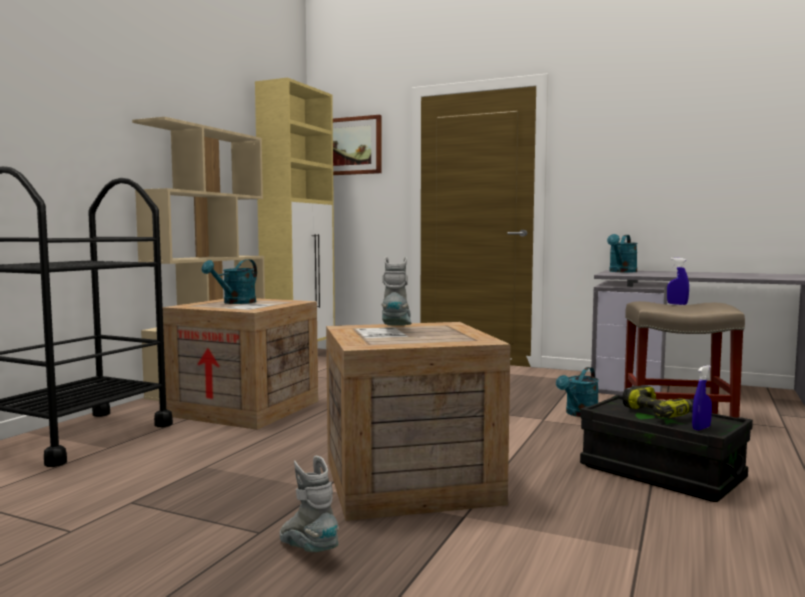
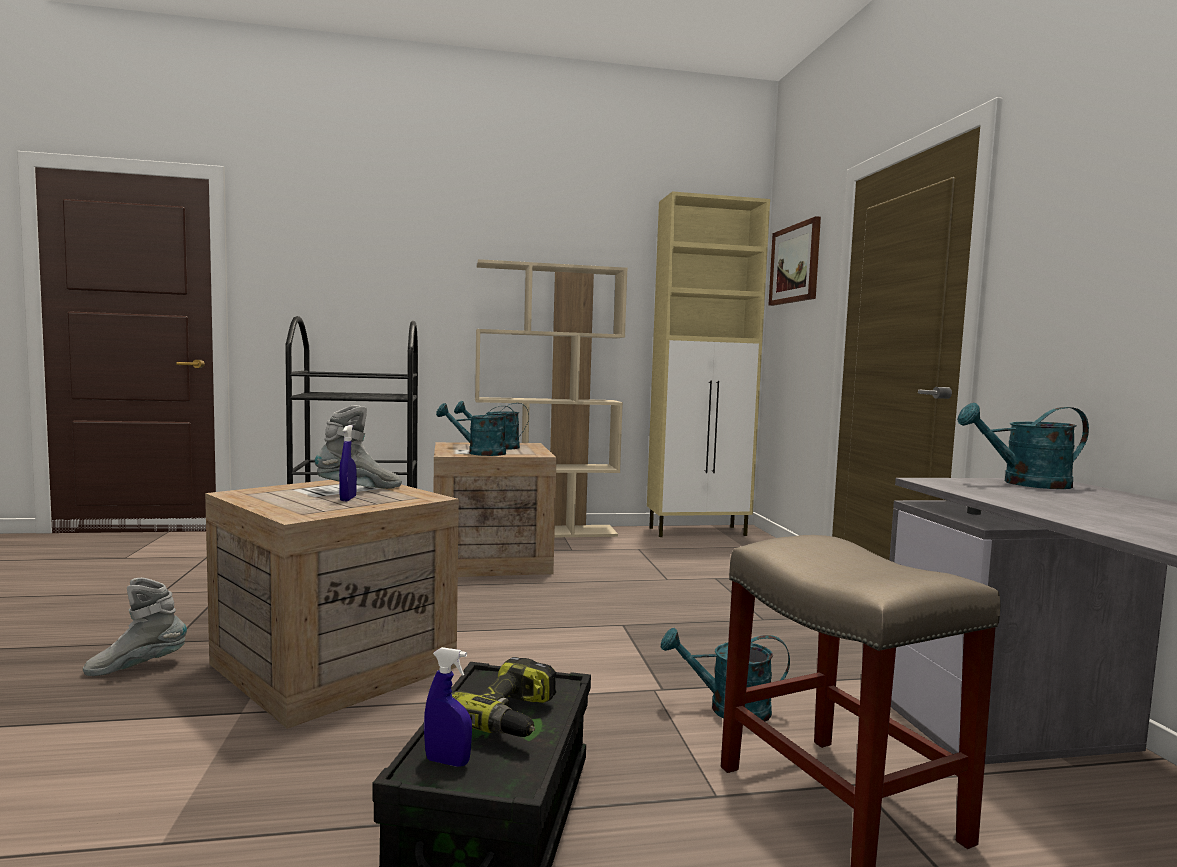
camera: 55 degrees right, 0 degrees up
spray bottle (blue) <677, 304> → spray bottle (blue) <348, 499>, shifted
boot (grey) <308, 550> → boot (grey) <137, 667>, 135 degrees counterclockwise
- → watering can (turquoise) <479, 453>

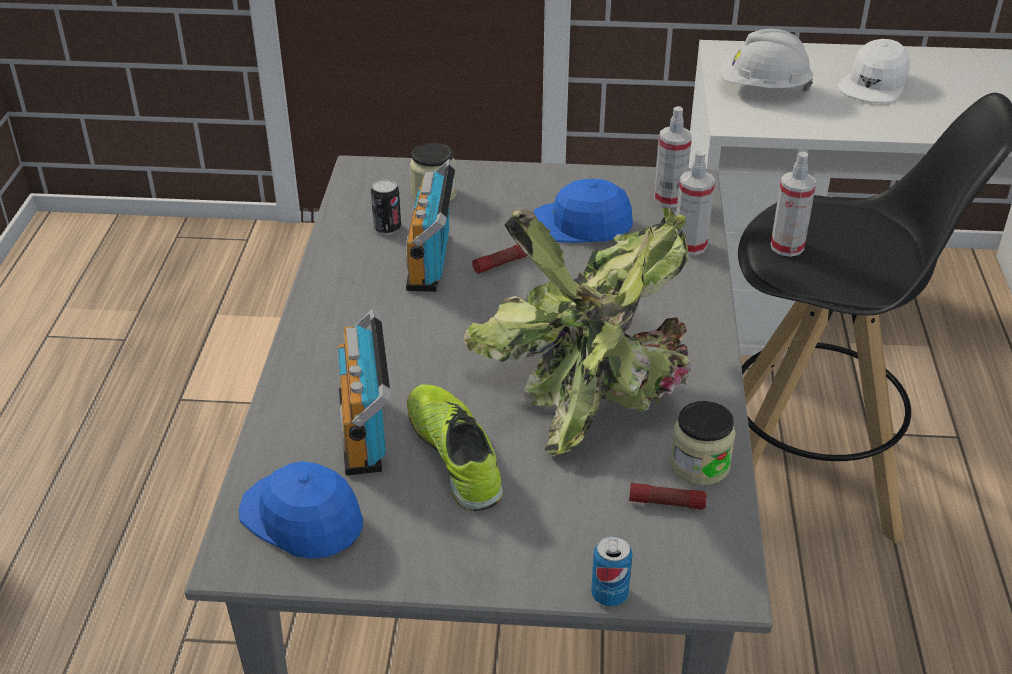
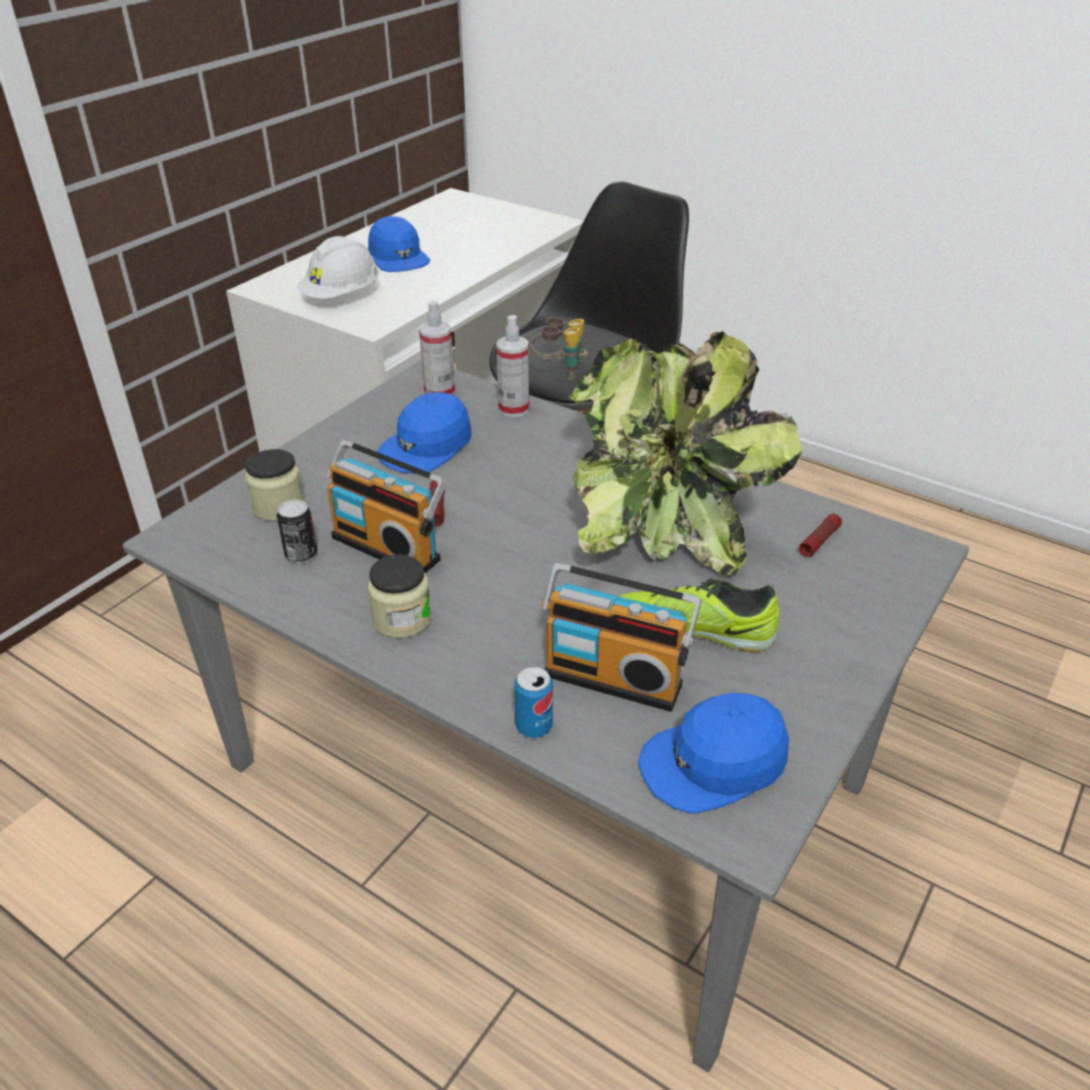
camera: 60 degrees left, 0 degrees up
cap (white) <874, 84> → cap (blue) <397, 257>
spray bottle <787, 247> → binoculars <559, 371>
jar <700, 465> → jar <402, 619>, shifted
can <609, 594> → can <534, 726>, shifted

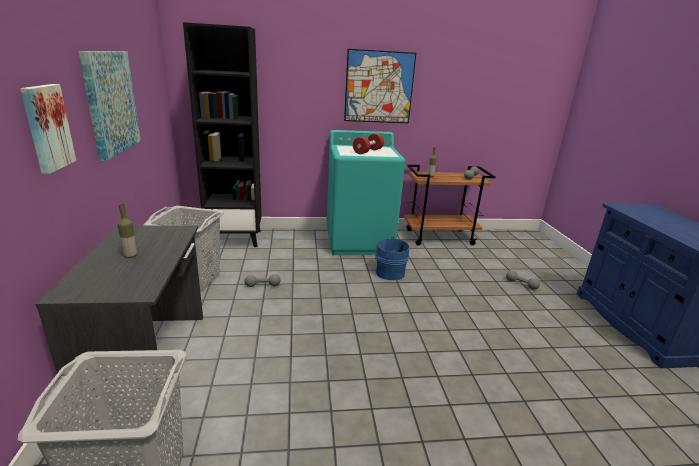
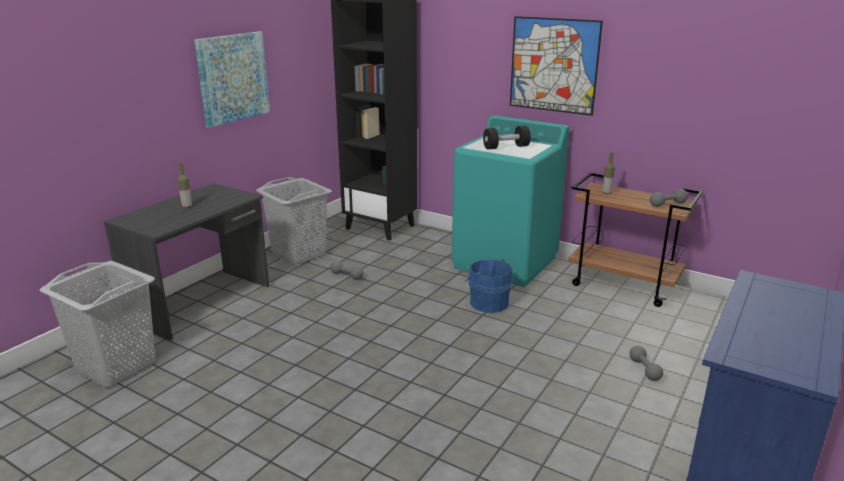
camera: 40 degrees right, 0 degrees up
picture <46, 127> → -
dumbbell (red) <368, 151> → dumbbell (black) <506, 147>

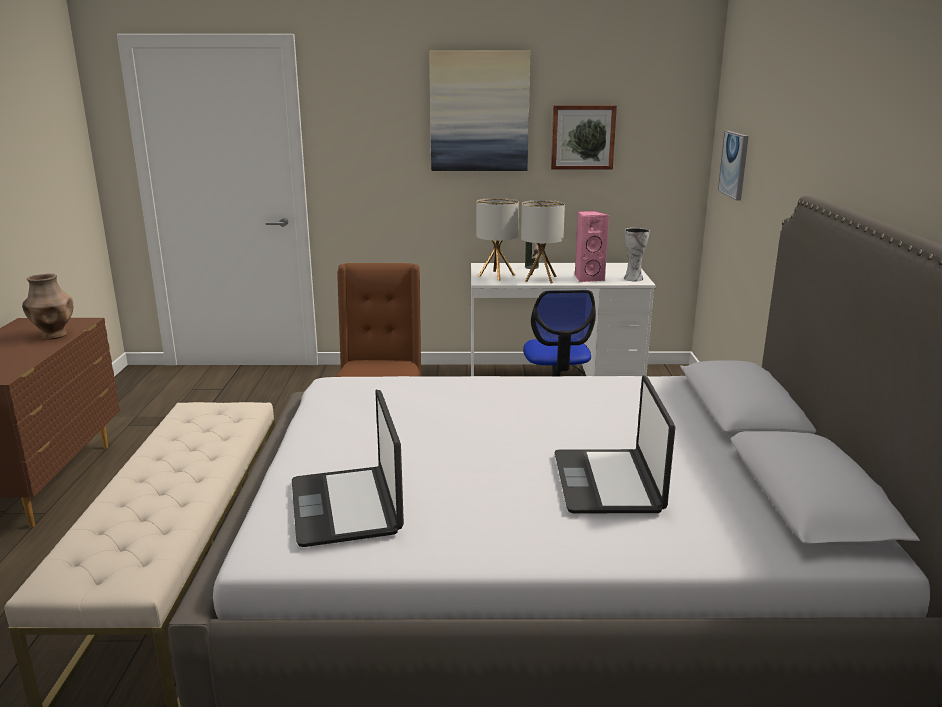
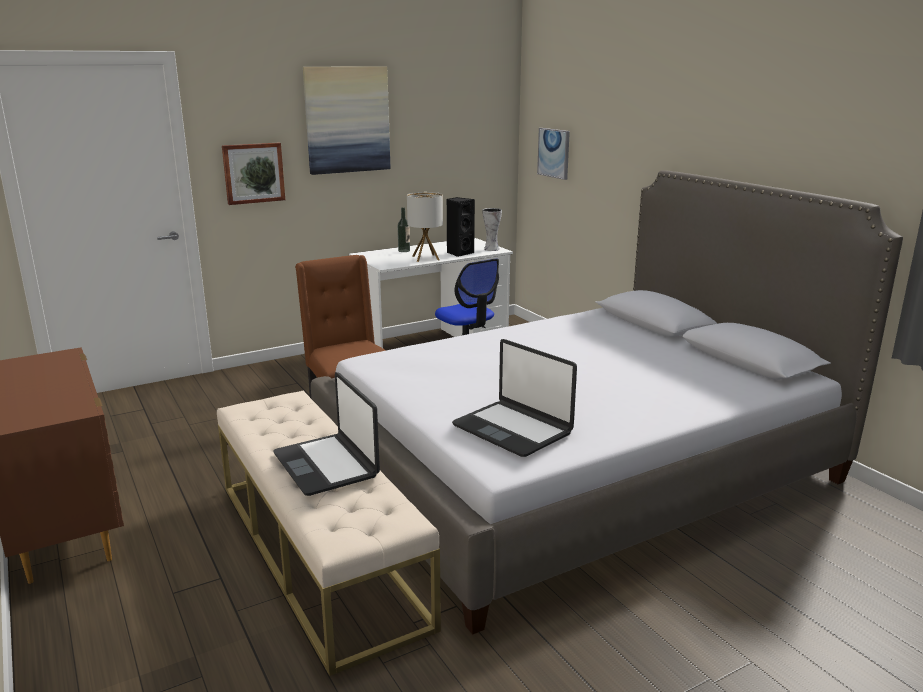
camera: 30 degrees left, 0 degrees up
picture <582, 137> → picture <253, 173>, shifted
table lamp <496, 275> → -
speaker (pink) <588, 278> → speaker (black) <459, 253>
vase (brown) <54, 336> → -
laptop <608, 483> → laptop <327, 465>, shifted

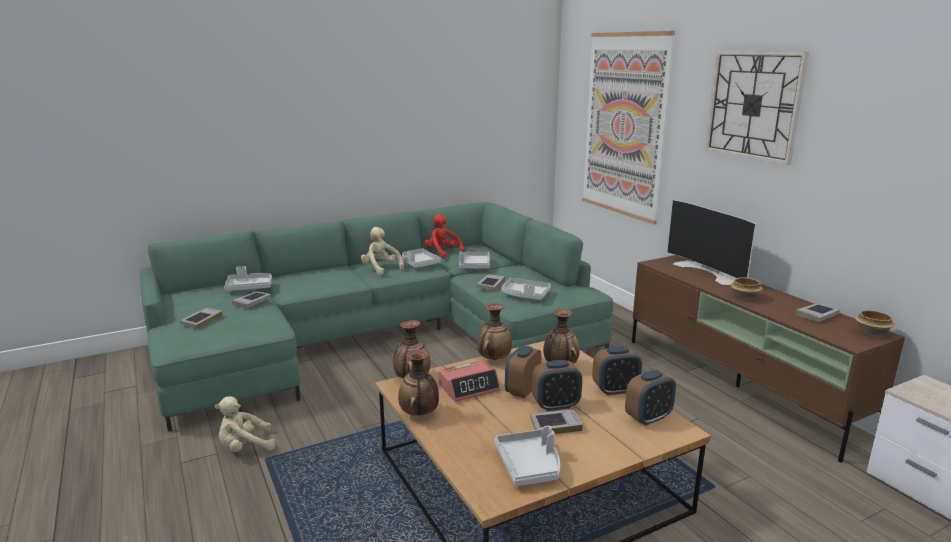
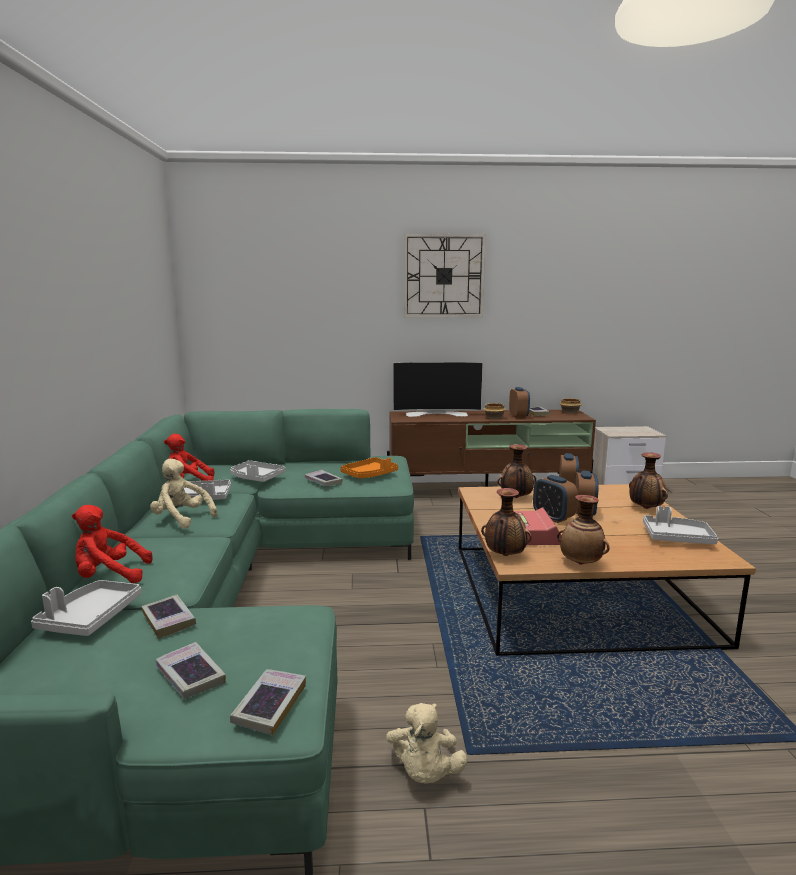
camera: 65 degrees left, 5 degrees down
picture <624, 125> → -
plush toy (beige) <381, 269> → plush toy (beige) <182, 519>, 45 degrees clockwise
tray (grey) <525, 295> → tray (orange) <370, 475>
vase <494, 359> → vase <645, 508>, shifted
alarm clock <648, 417> → alarm clock <518, 416>, shifted
book <555, 425> → book <269, 705>, shifted
- → plush toy (red) <109, 576>

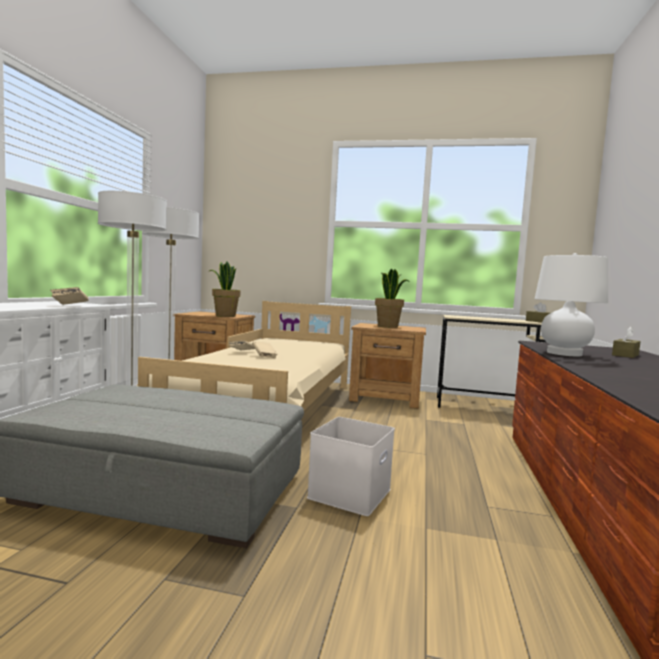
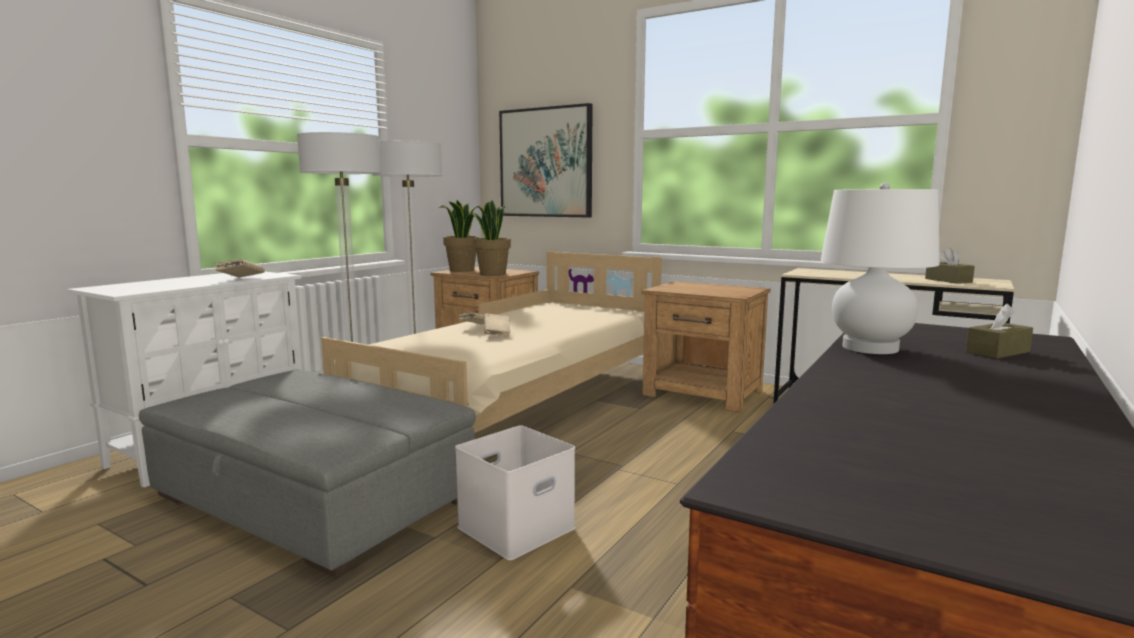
camera: 20 degrees right, 5 degrees up
potted plant <388, 326> → potted plant <462, 270>, shifted
- → picture <546, 163>

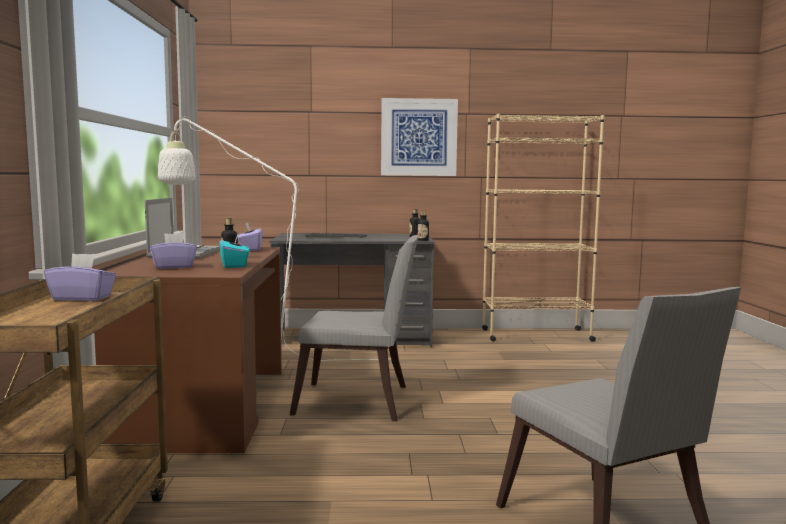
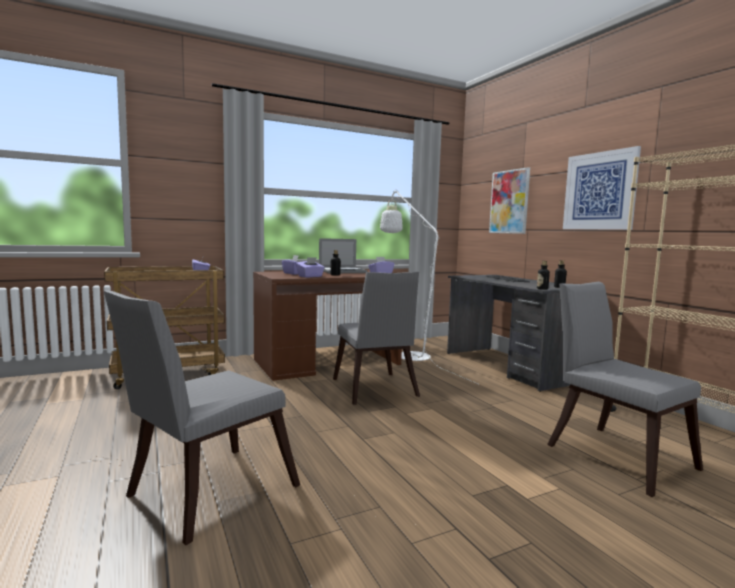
camera: 65 degrees right, 0 degrees up
tissue box (turquoise) <234, 265> → tissue box (purple) <310, 276>
- → picture <509, 202>
- → chair (grey) <613, 453>

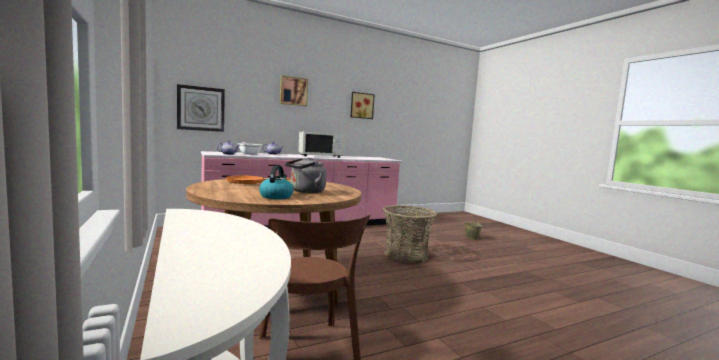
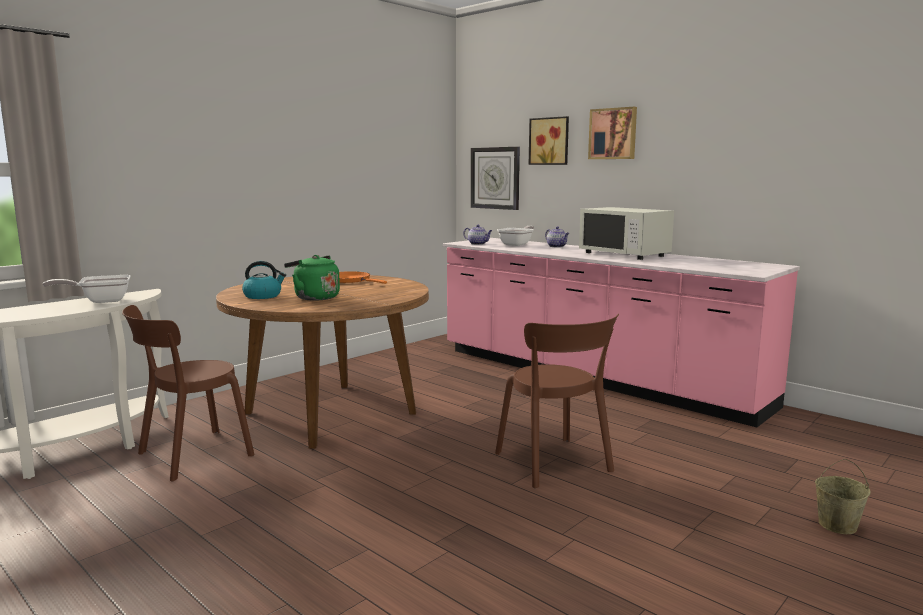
camera: 70 degrees right, 5 degrees up
picture <361, 105> → picture <550, 141>, shifted
kettle (grey) <306, 191> → kettle (green) <314, 297>
basket <406, 255> → chair (brown) <555, 464>
- → frying pan <101, 301>

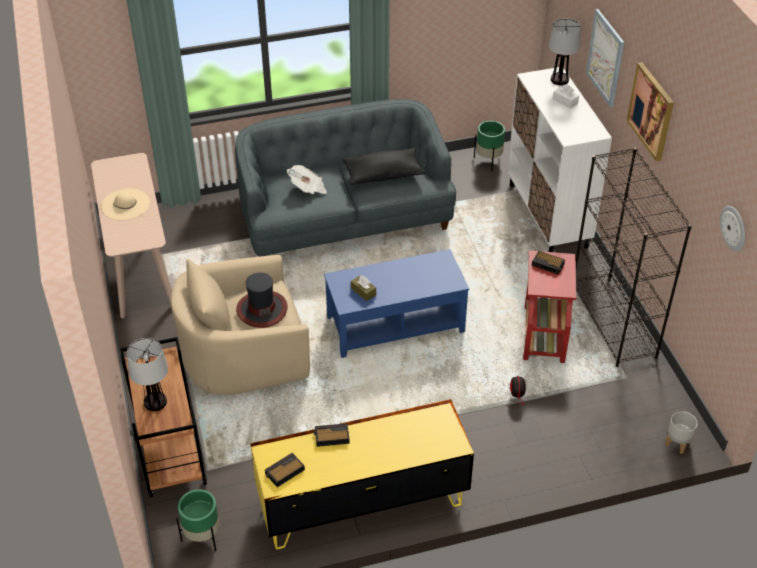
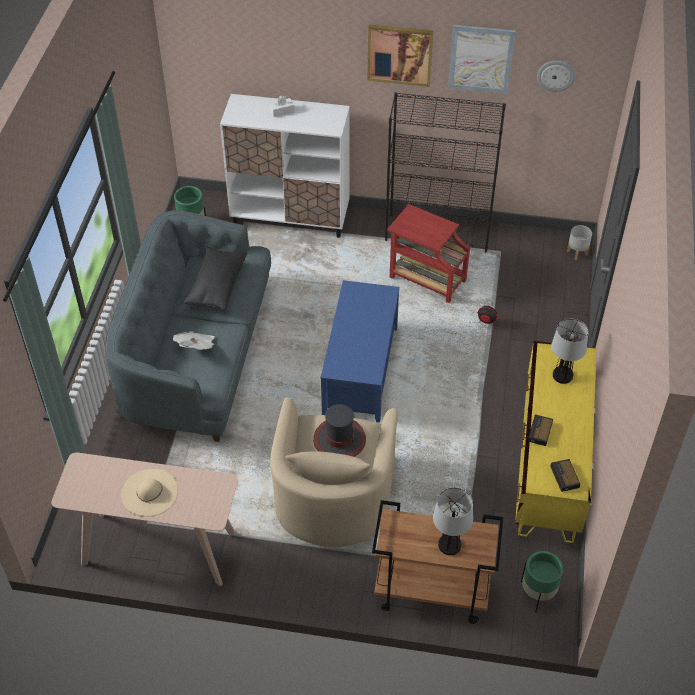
camera: 65 degrees left, 5 degrees up
picture <605, 58> → picture <481, 59>, shifted
table lamp <559, 80> → table lamp <562, 376>, shifted
alarm clock <548, 265> → -
tissue box (brown) <363, 291> → -

